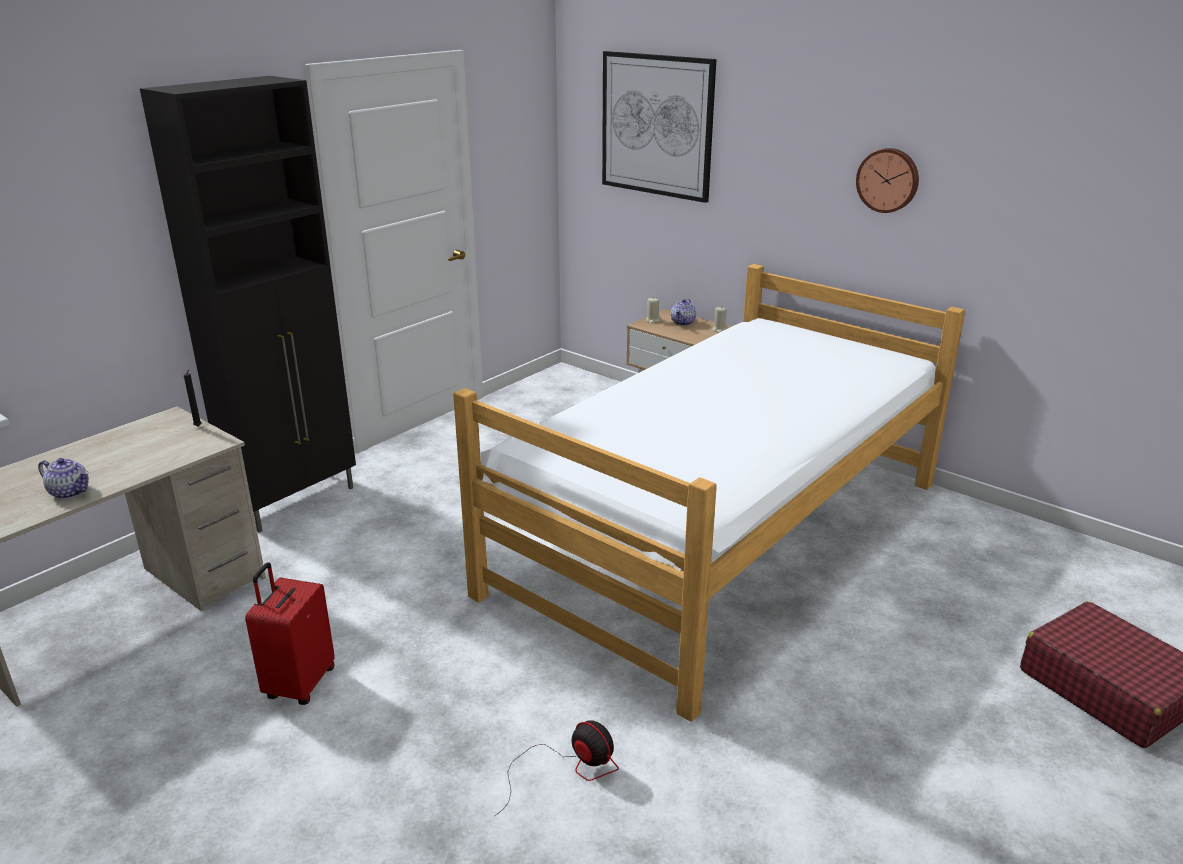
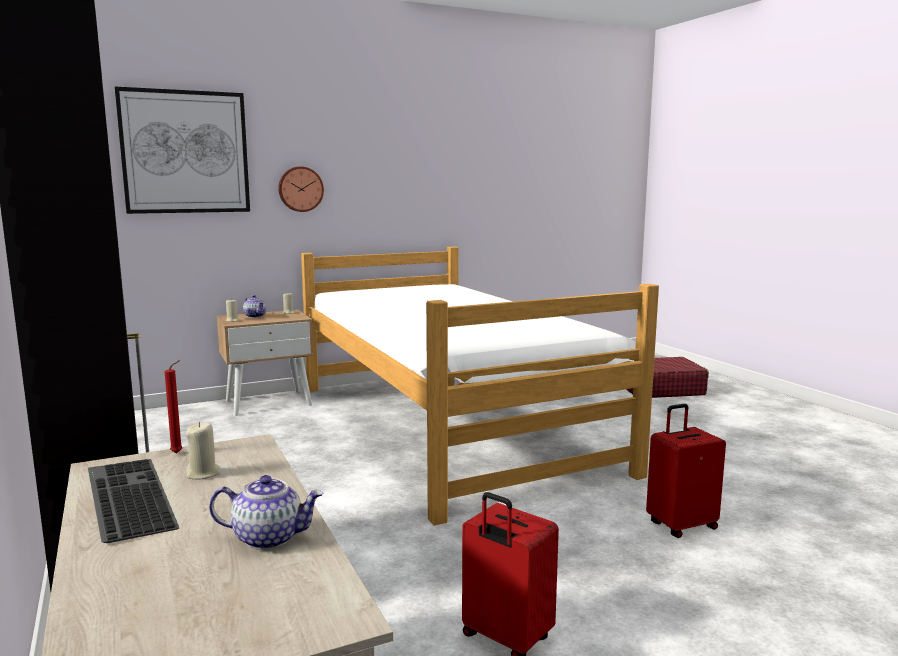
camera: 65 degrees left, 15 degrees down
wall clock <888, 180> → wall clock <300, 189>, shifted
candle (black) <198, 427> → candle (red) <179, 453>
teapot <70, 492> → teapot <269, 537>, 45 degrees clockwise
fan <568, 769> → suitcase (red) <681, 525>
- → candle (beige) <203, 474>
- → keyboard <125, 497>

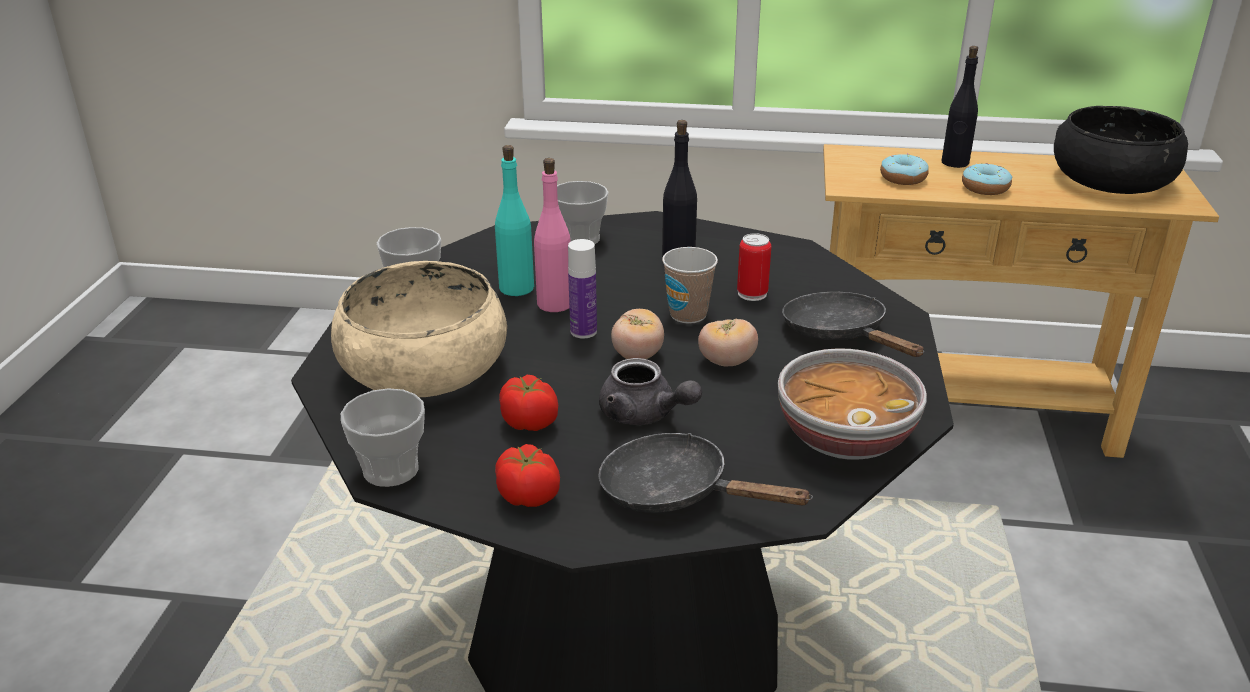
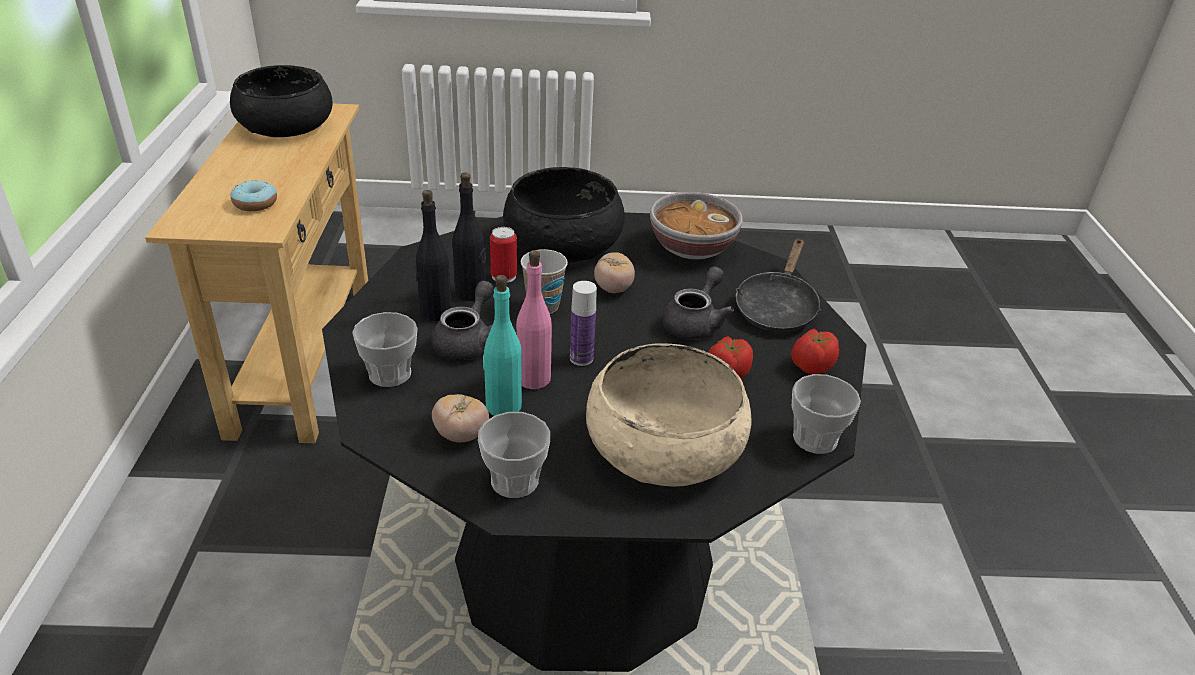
camera: 100 degrees left, 5 degrees up
bottle (black) <955, 163> → bottle (black) <471, 292>, shifted
donut <985, 188> → -
frying pan (black) <840, 334> → bowl (black) <563, 242>
tomato <637, 355> → tomato <461, 435>, shifted
- → teapot (grey) <468, 341>

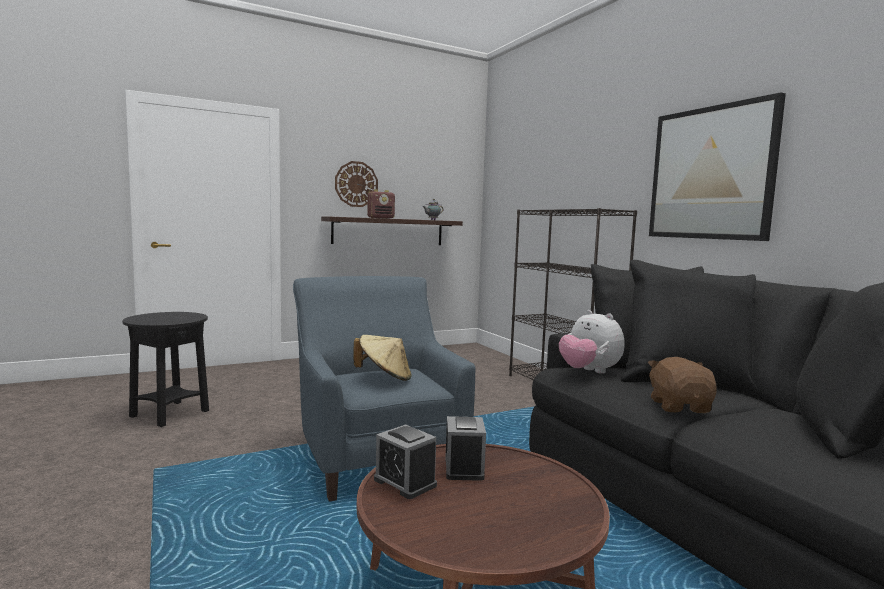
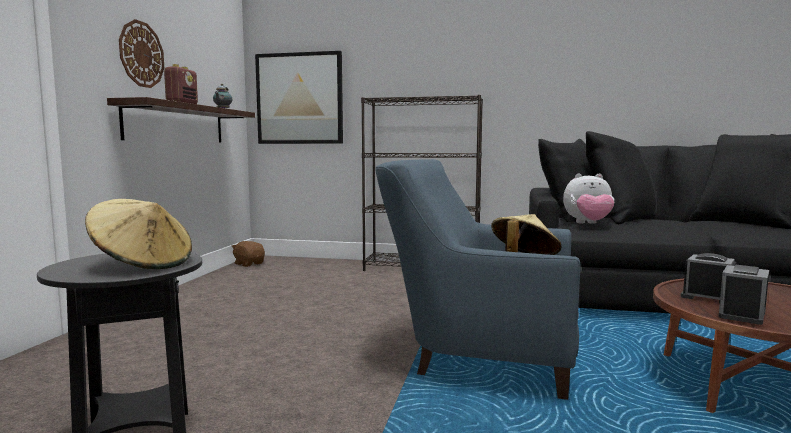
camera: 50 degrees left, 0 degrees up
picture <711, 173> → picture <299, 99>, shifted
plush toy (brown) <680, 406> → plush toy (brown) <249, 264>, shifted
alarm clock <405, 482> → alarm clock <742, 314>, 135 degrees clockwise
- → hat (beige) <143, 264>

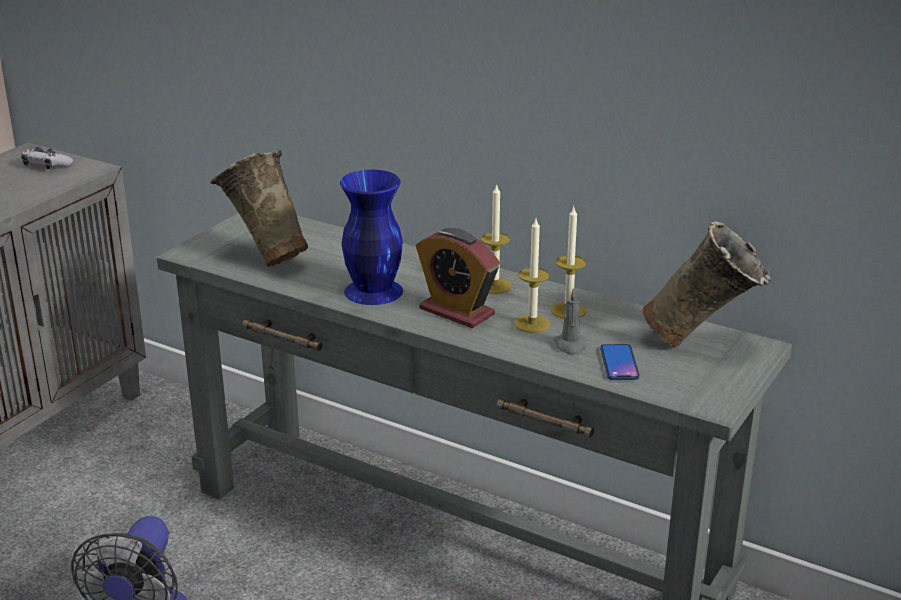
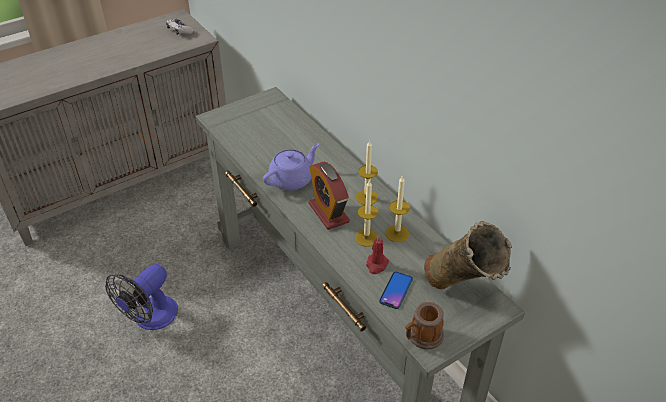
camera: 25 degrees right, 15 degrees up
vase (beige) <265, 258> → -
vase (blue) <372, 291> → teapot (purple) <292, 179>
candle (grey) <570, 346> → candle (red) <376, 265>
- → mug <422, 337>

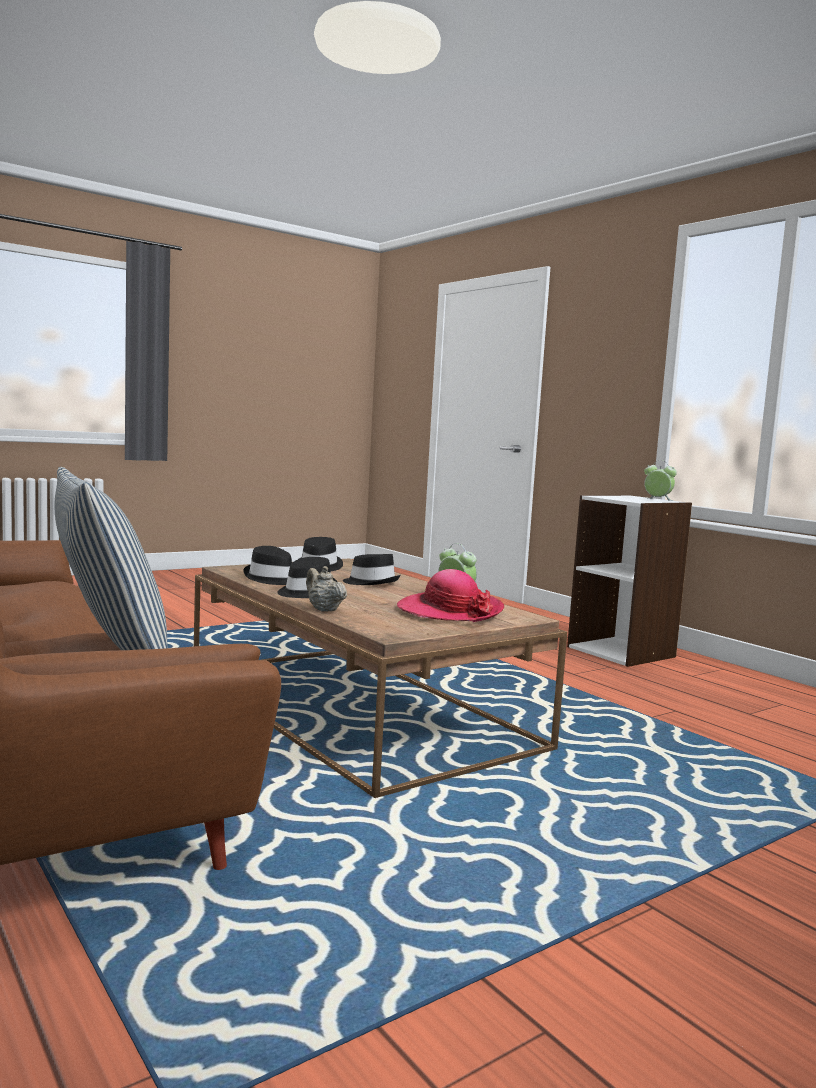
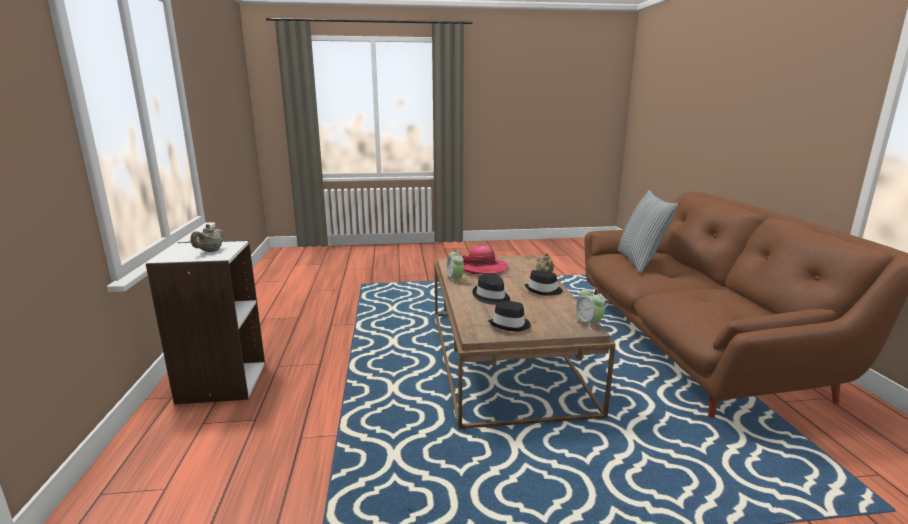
camera: 150 degrees left, 10 degrees up
alarm clock <657, 499> → alarm clock <588, 323>, shifted
hat (black) <272, 579> → -
- → teapot (beige) <210, 251>

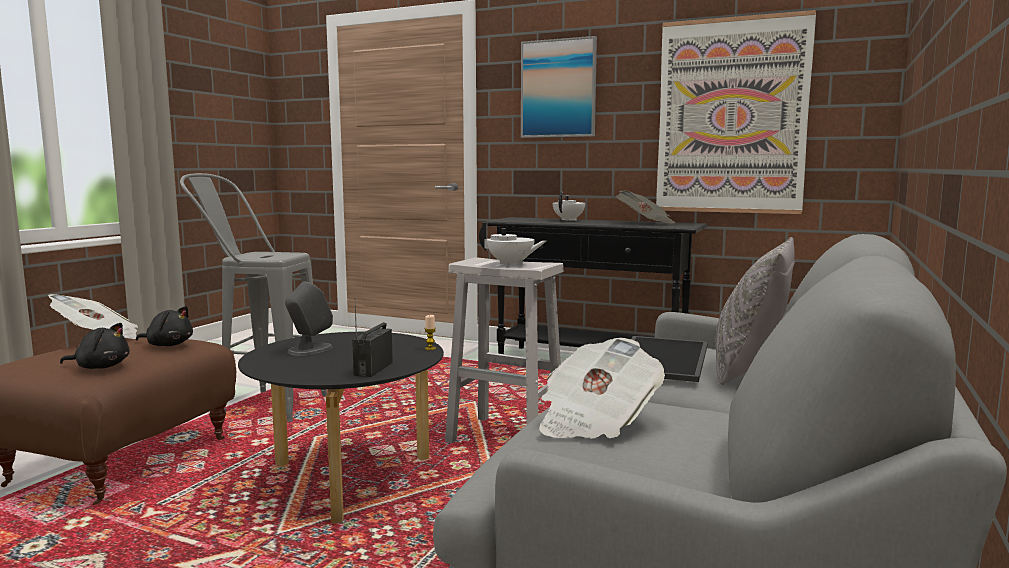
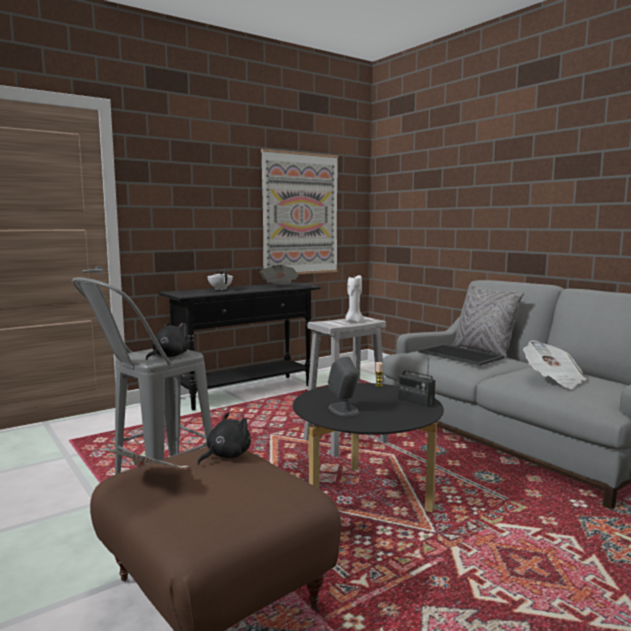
camera: 60 degrees left, 0 degrees up
picture <558, 89> → -
teapot (white) <511, 264> → candle (white) <353, 321>
plush toy (black) <100, 367> → plush toy (black) <169, 356>, shifted

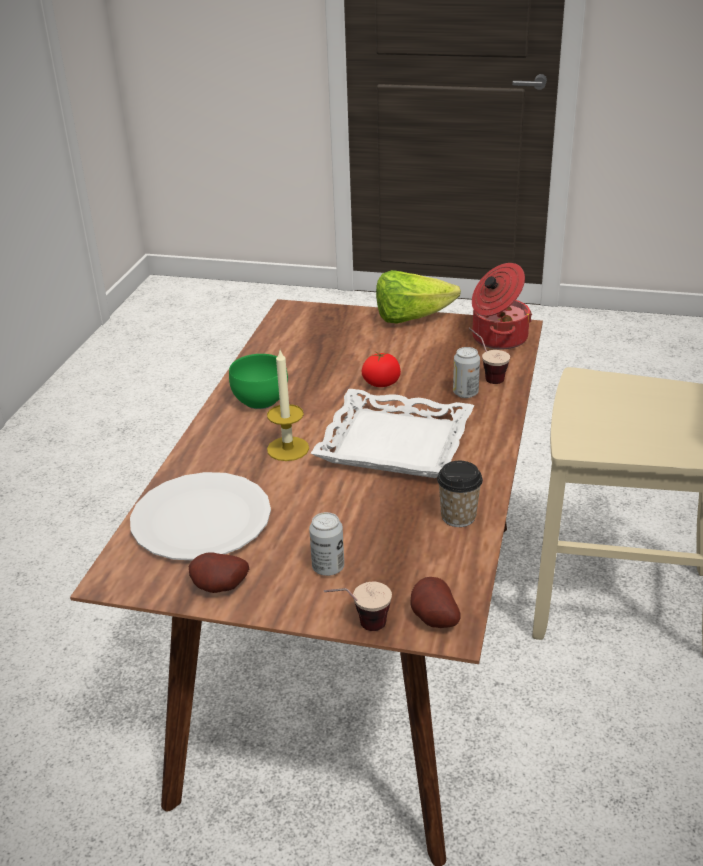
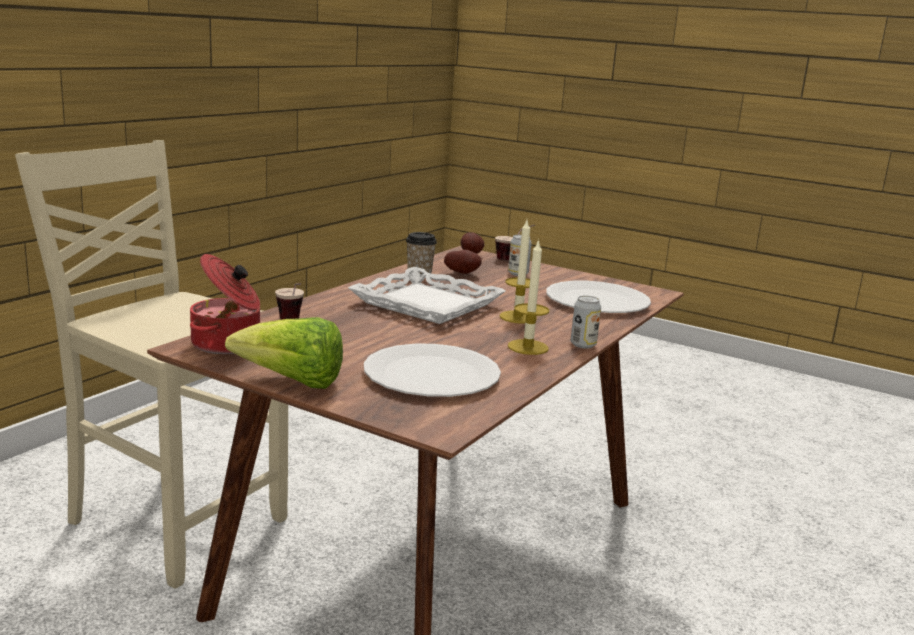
camera: 165 degrees left, 15 degrees down
can <465, 393> → can <583, 345>, shifted
tomato <381, 383> → -
bowl (green) <262, 402> → candle <528, 347>
potato <220, 589> → potato <463, 273>, shifted
- → plate (white) <431, 375>

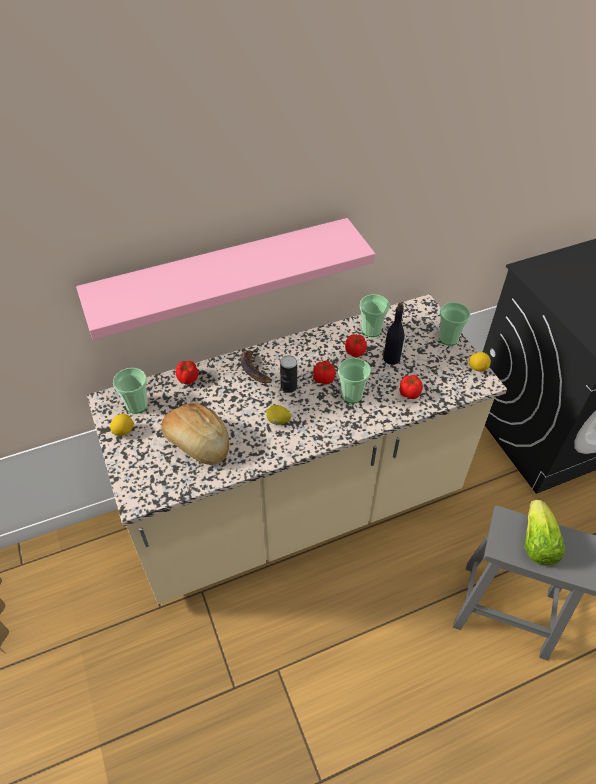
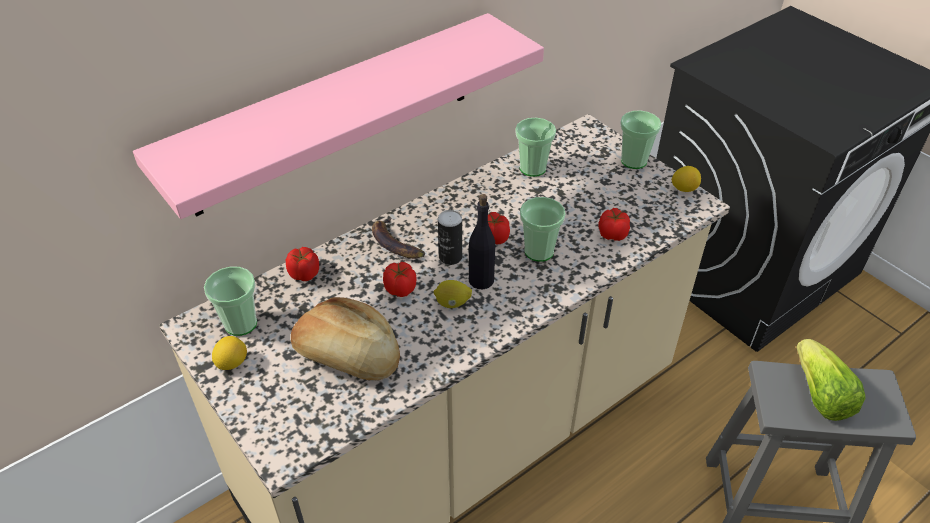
camera: 15 degrees left, 5 degrees down
bottle (black) <391, 358> → bottle (black) <481, 280>, shifted
tomato <355, 352> → tomato <400, 289>, shifted

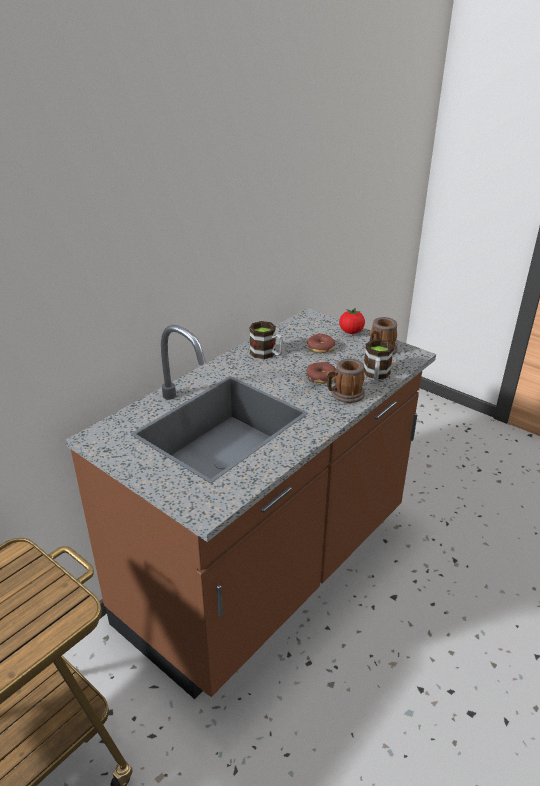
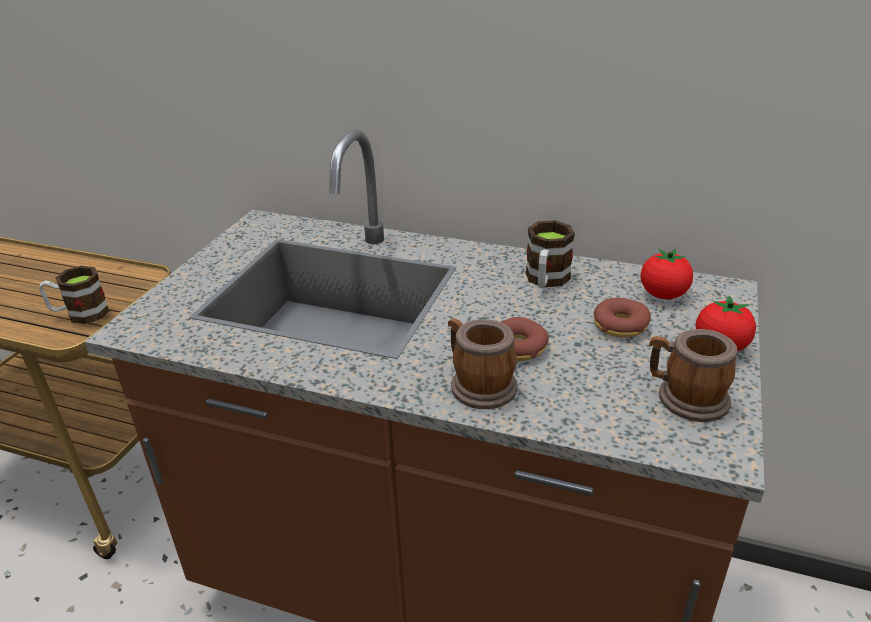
camera: 70 degrees right, 0 degrees up
mug <376, 375> → mug <80, 314>, shifted
- → tomato <663, 295>

